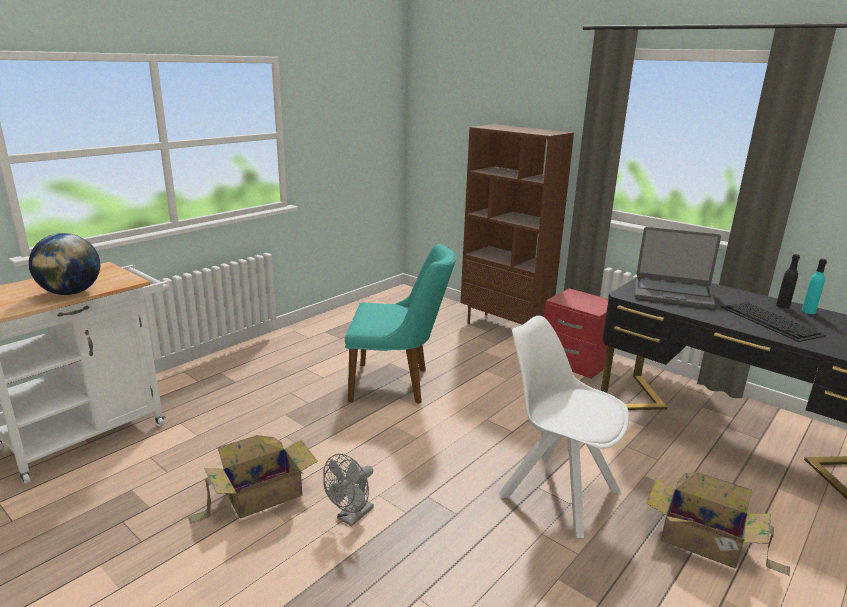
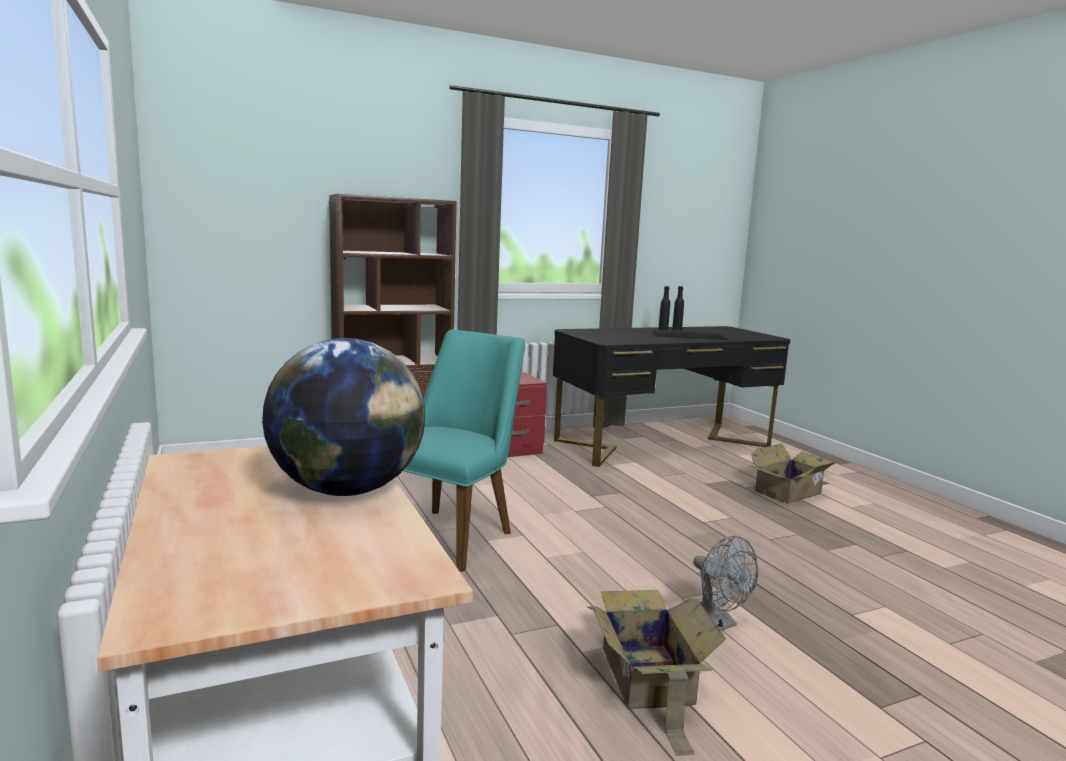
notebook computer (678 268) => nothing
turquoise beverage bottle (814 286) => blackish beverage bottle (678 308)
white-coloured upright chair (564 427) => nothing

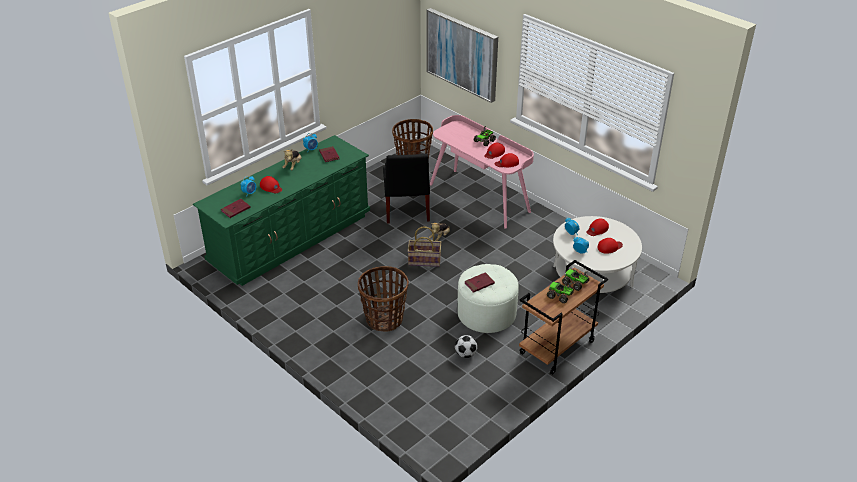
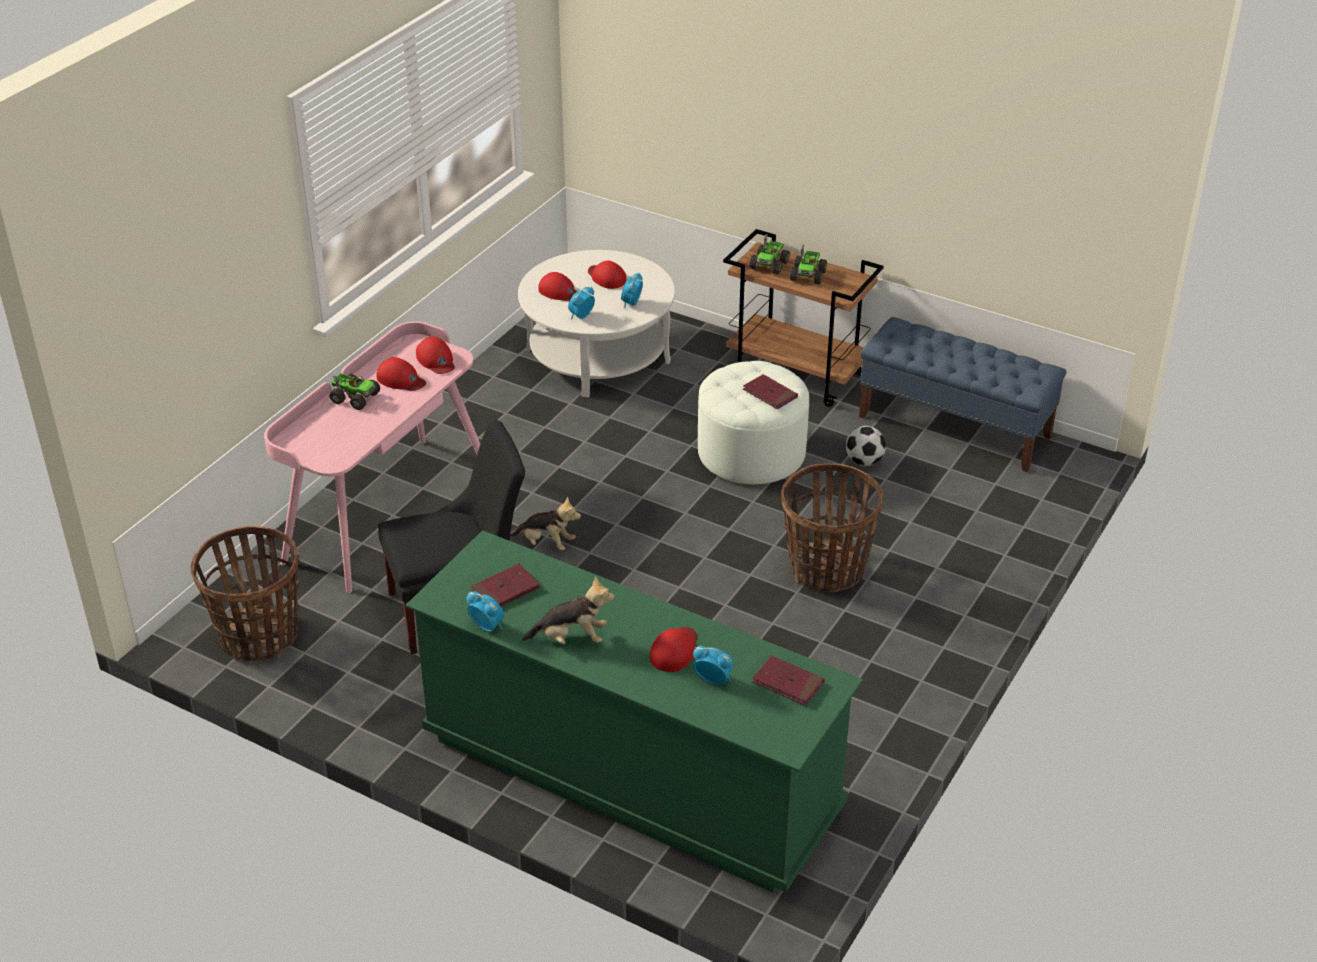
picture (462 55) => nothing
basket (424 246) => nothing
nothing => blue-coloured bench (962 394)

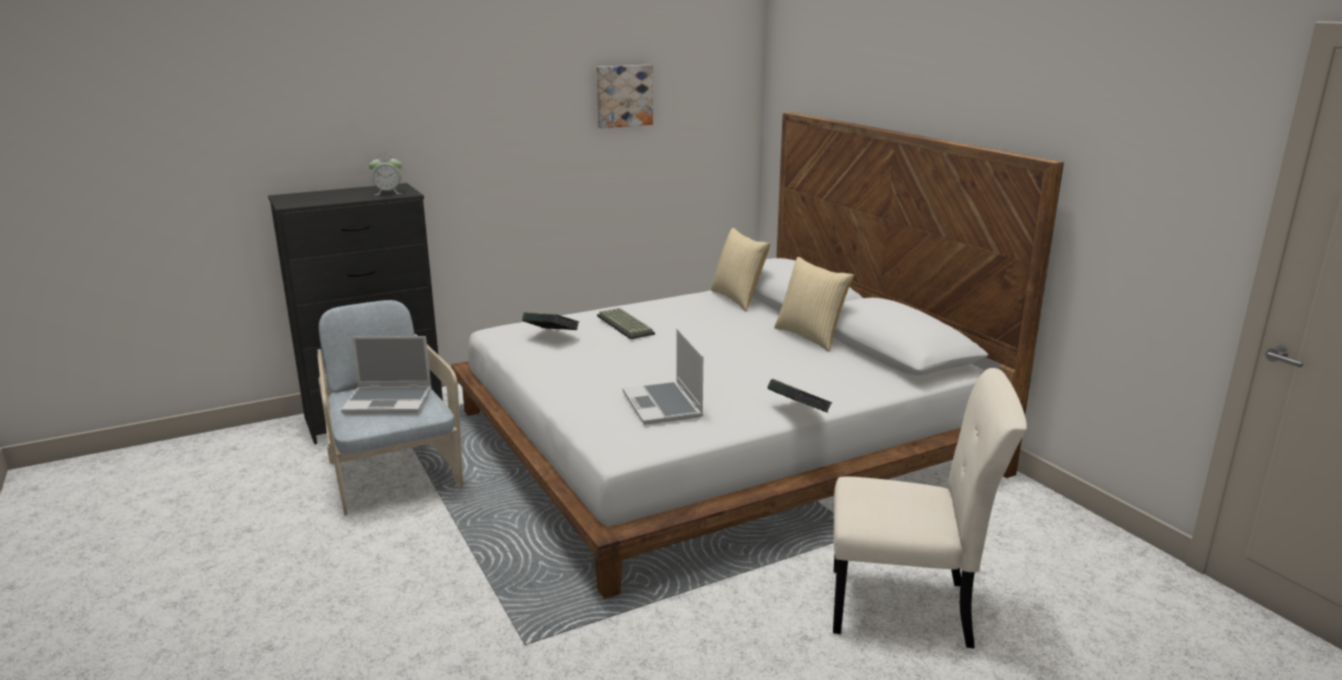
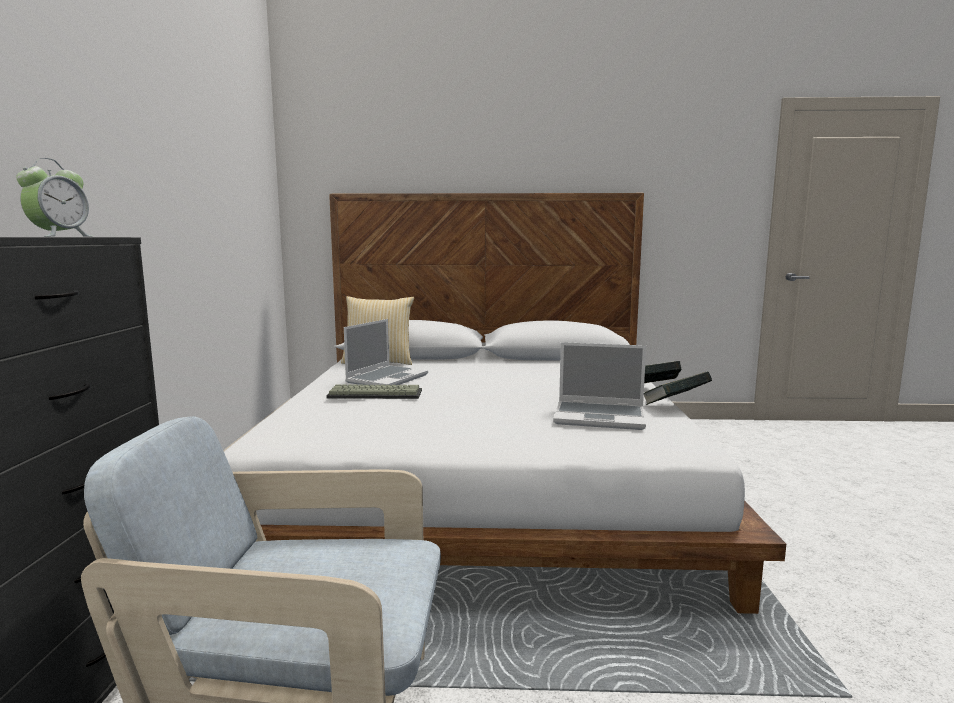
picture (625 96) => nothing
pillow (814 304) => nothing
bound book (550 321) => bound book (678 388), relocated
notebook computer (386 375) => notebook computer (386 352), relocated
sand-coloured upright chair (930 508) => nothing

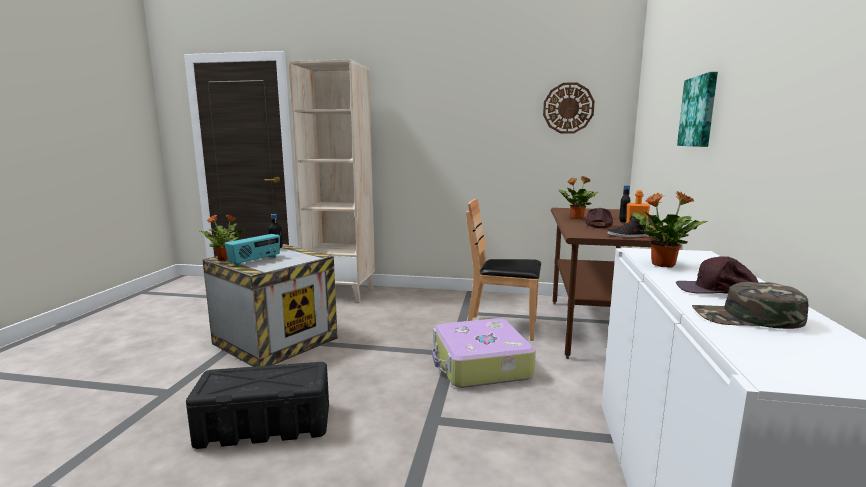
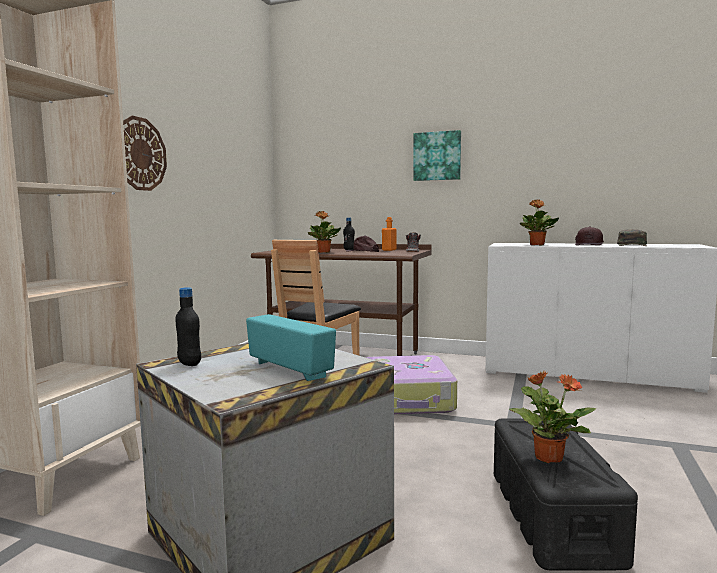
hanging clock (569 108) => hanging clock (145 153), relocated
plant in a pot (222 237) => plant in a pot (552 417), relocated

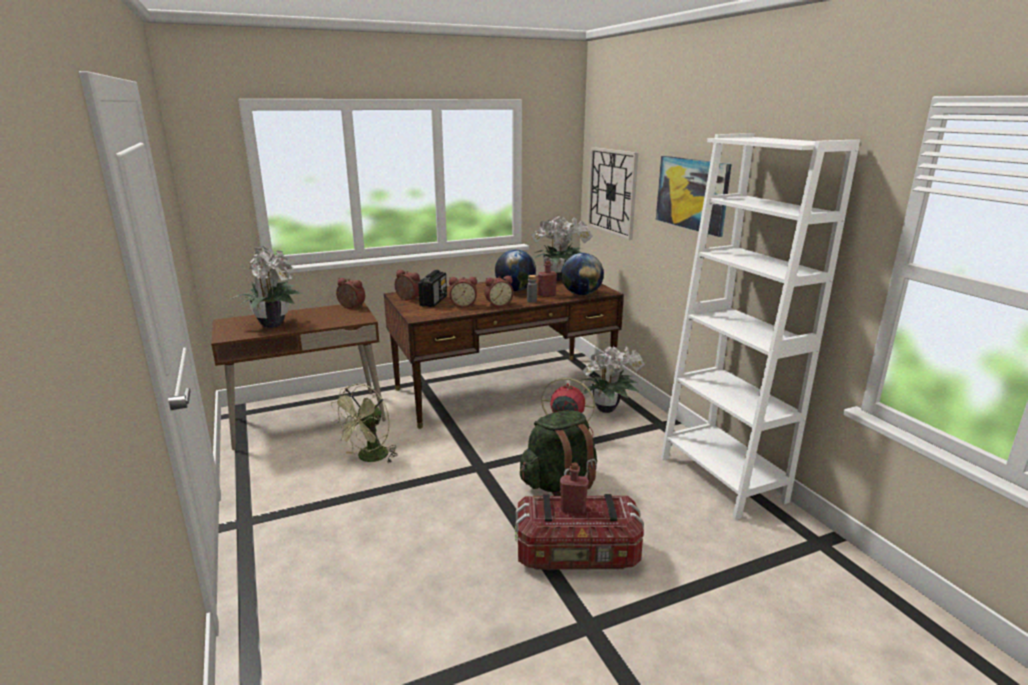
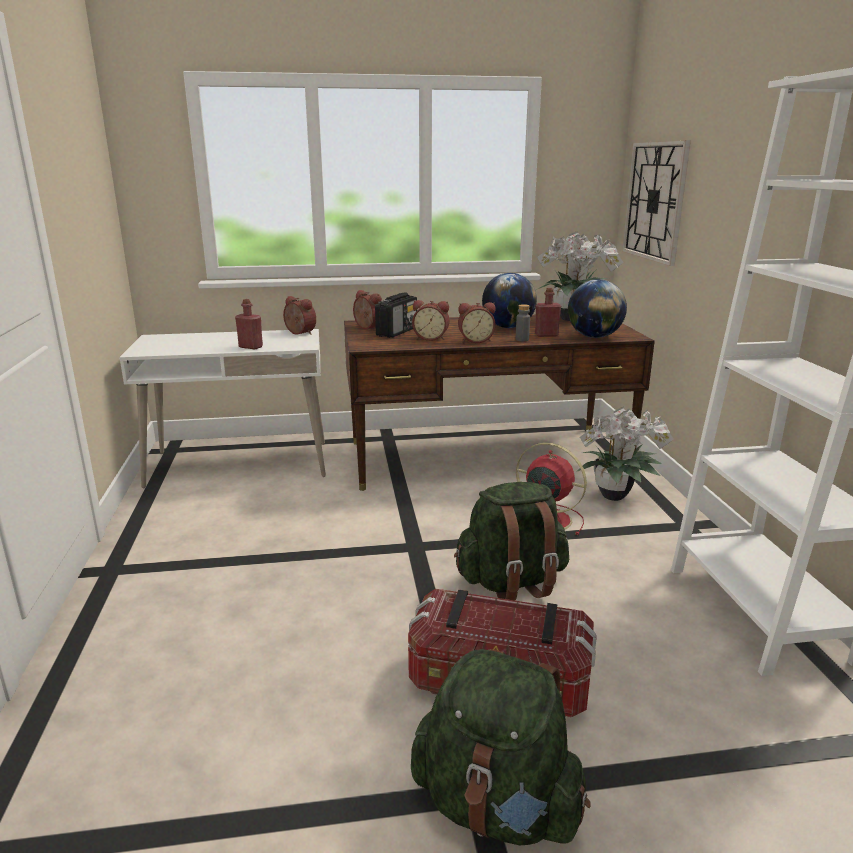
picture (693 196) => nothing
plant in a pot (265 286) => nothing
brown-coloured desk table (298 376) => white-coloured desk table (222 408)
green-coloured cooling fan (364 423) => nothing
reddish beverage bottle (574 488) => reddish beverage bottle (249 324), relocated
nothing => green-coloured backpack (501 747)

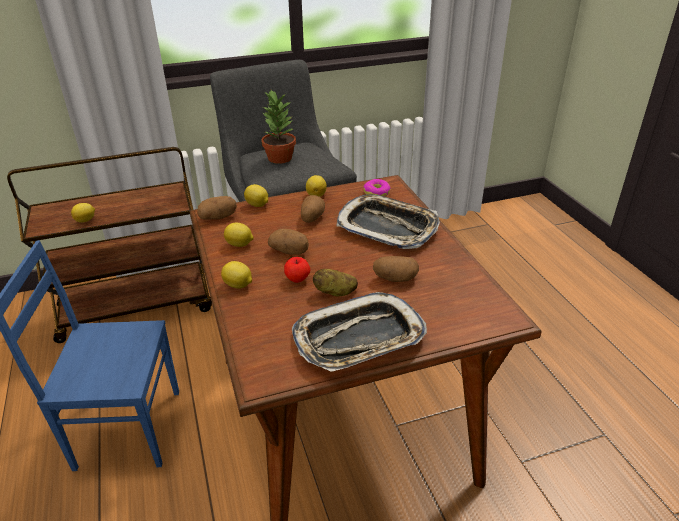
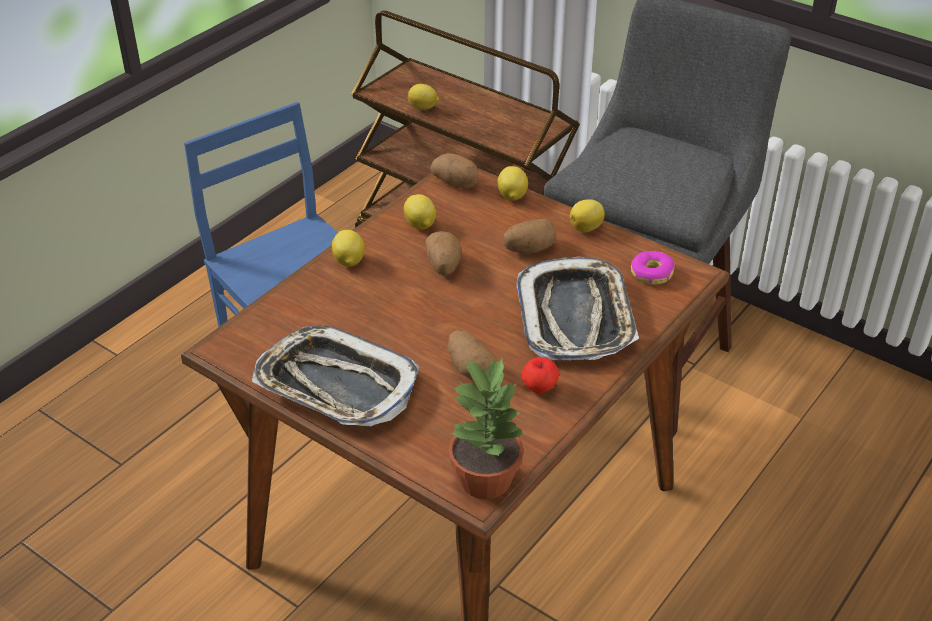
plant in a pot (278 127) => plant in a pot (487 428), relocated
apple (297 270) => apple (540 375), relocated
potato (335 282) => nothing

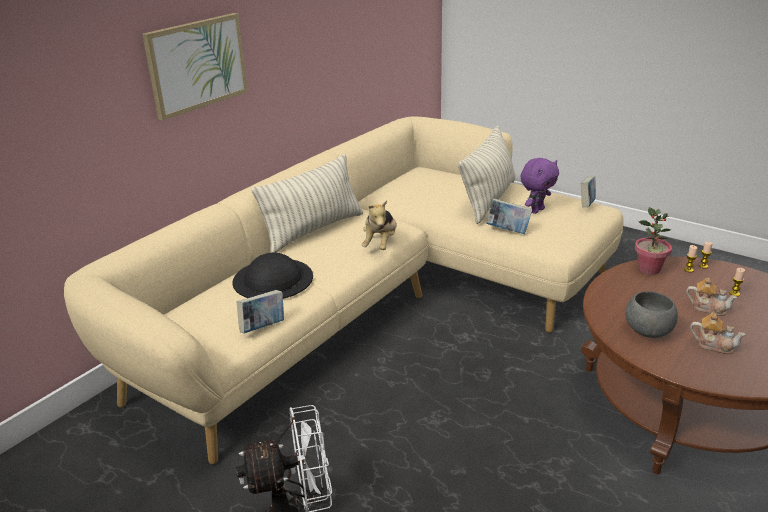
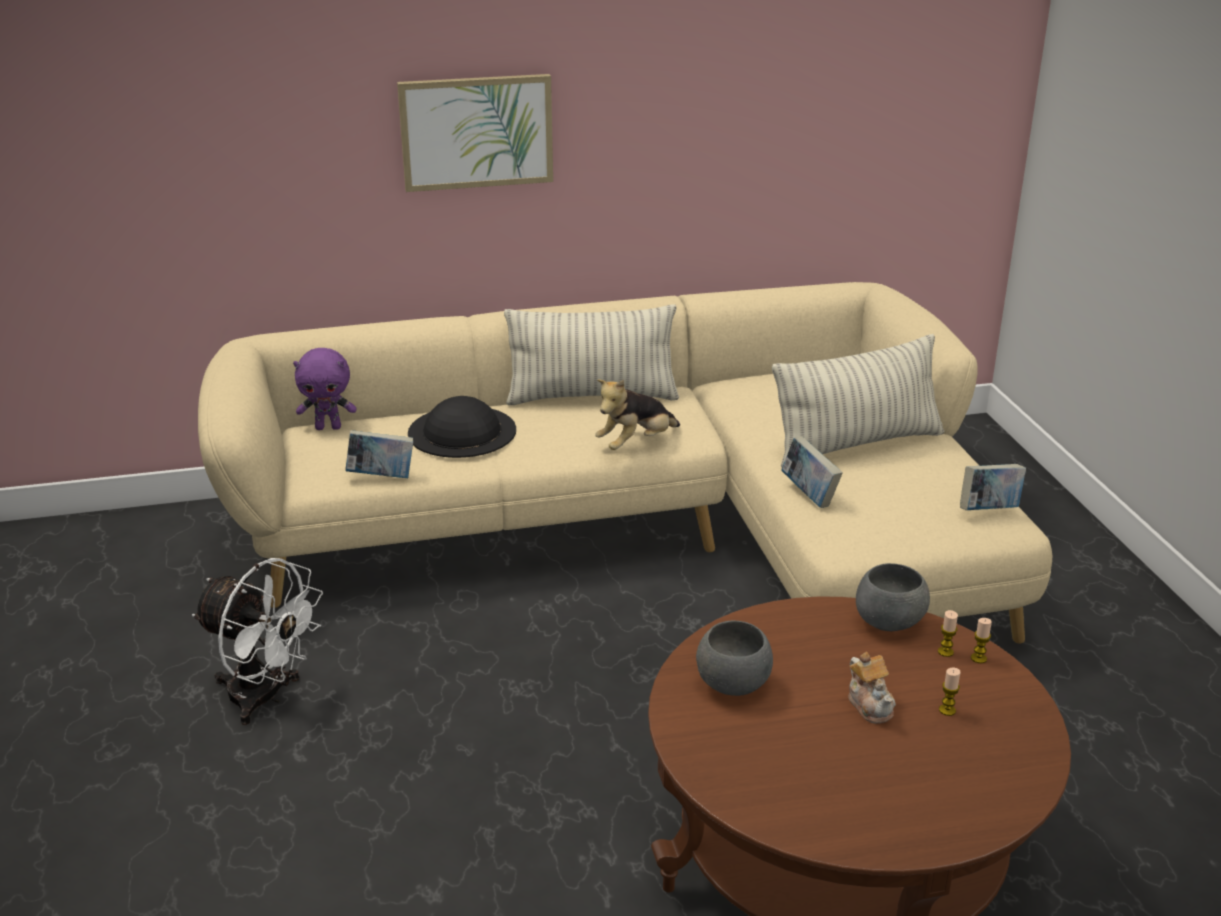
purple plush toy (539 186) => purple plush toy (324 389), relocated
plant in a pot (653 241) => greyish bowl (893 597)
teapot (718 333) => nothing

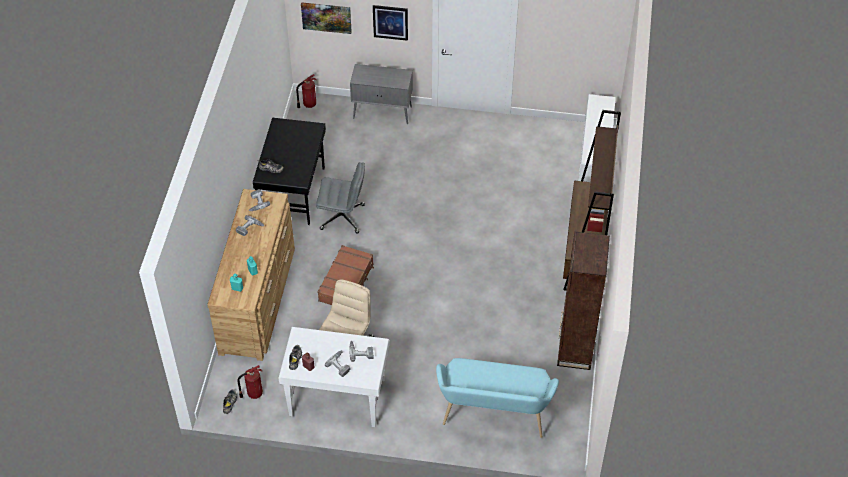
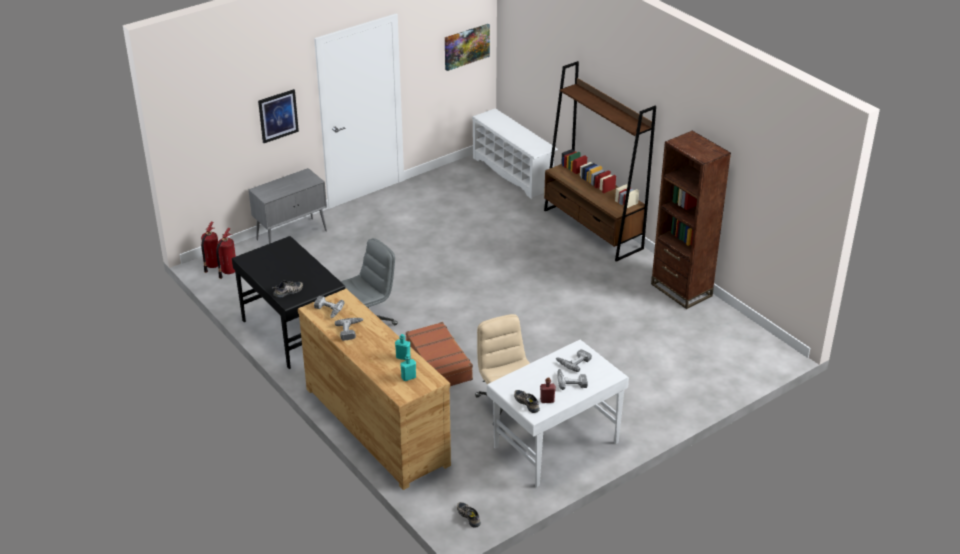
picture (326 18) => picture (467 47), relocated
turquoise bench (497 398) => nothing
fire-fighting cylinder (250 382) => fire-fighting cylinder (226 253), relocated

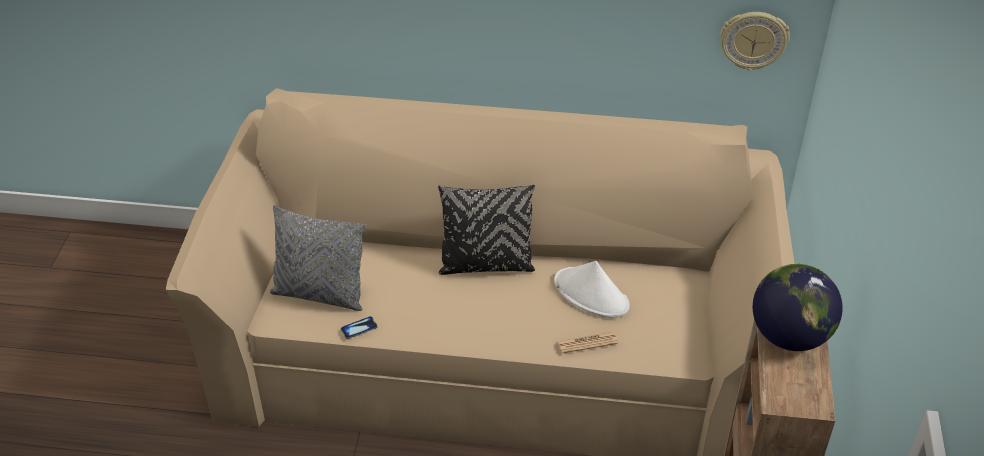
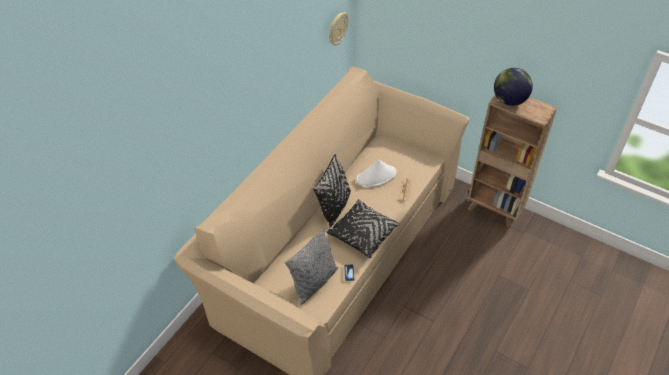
nothing => blackish pillow (363 228)

